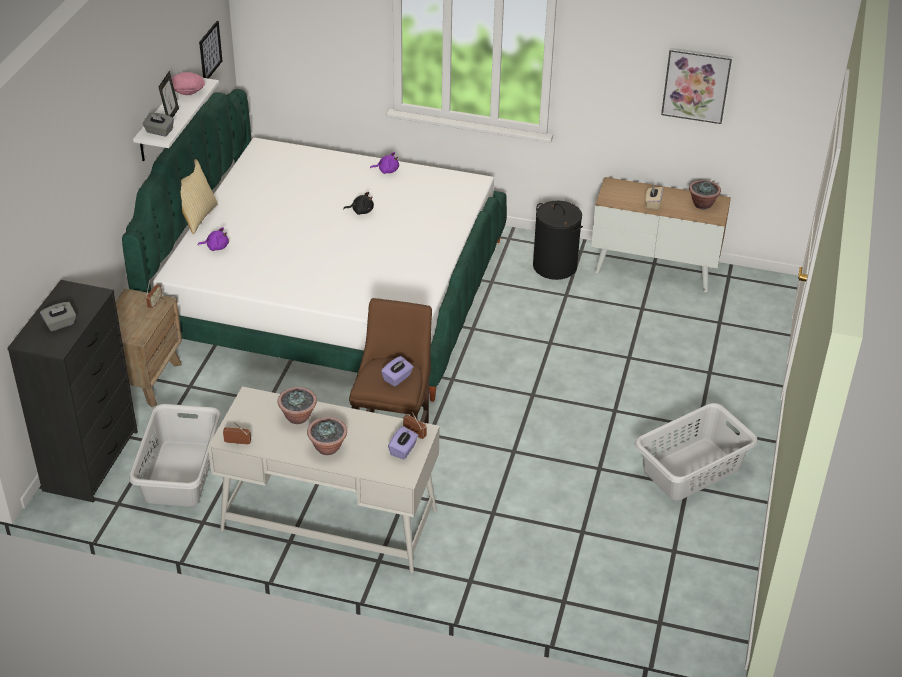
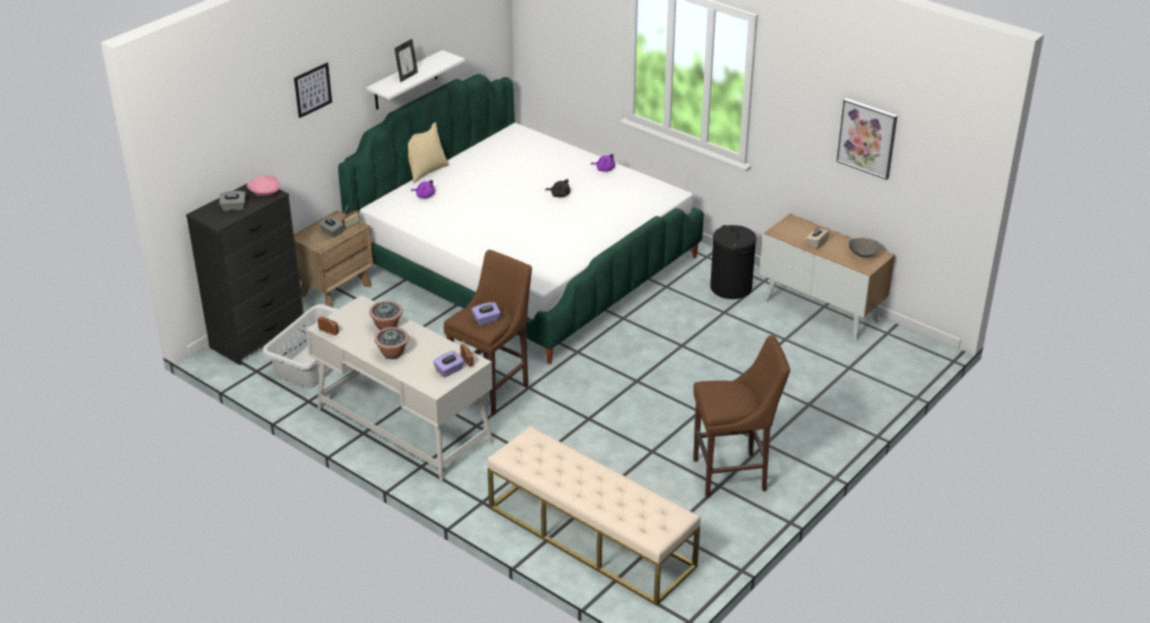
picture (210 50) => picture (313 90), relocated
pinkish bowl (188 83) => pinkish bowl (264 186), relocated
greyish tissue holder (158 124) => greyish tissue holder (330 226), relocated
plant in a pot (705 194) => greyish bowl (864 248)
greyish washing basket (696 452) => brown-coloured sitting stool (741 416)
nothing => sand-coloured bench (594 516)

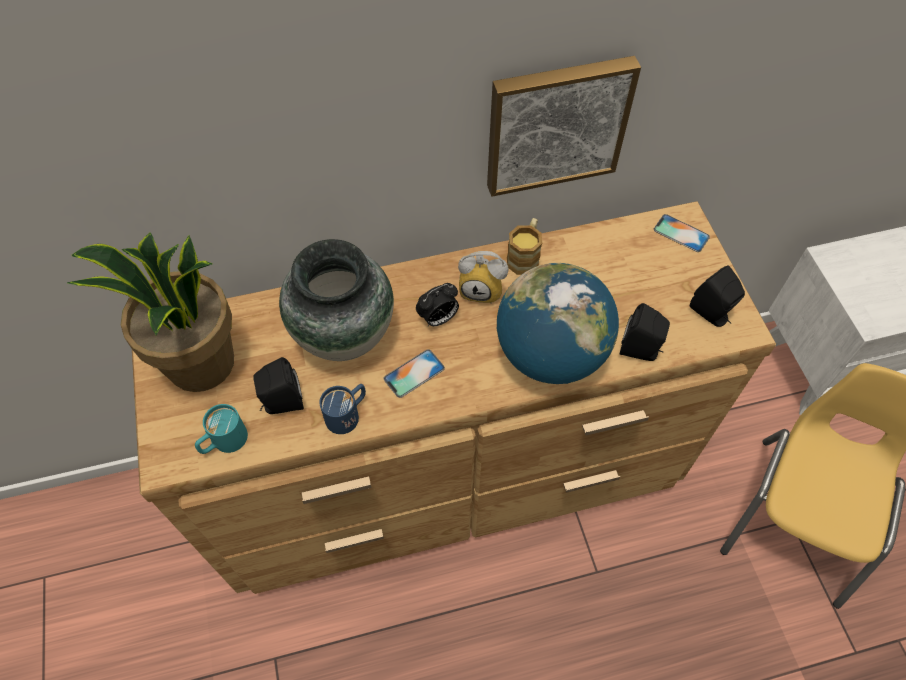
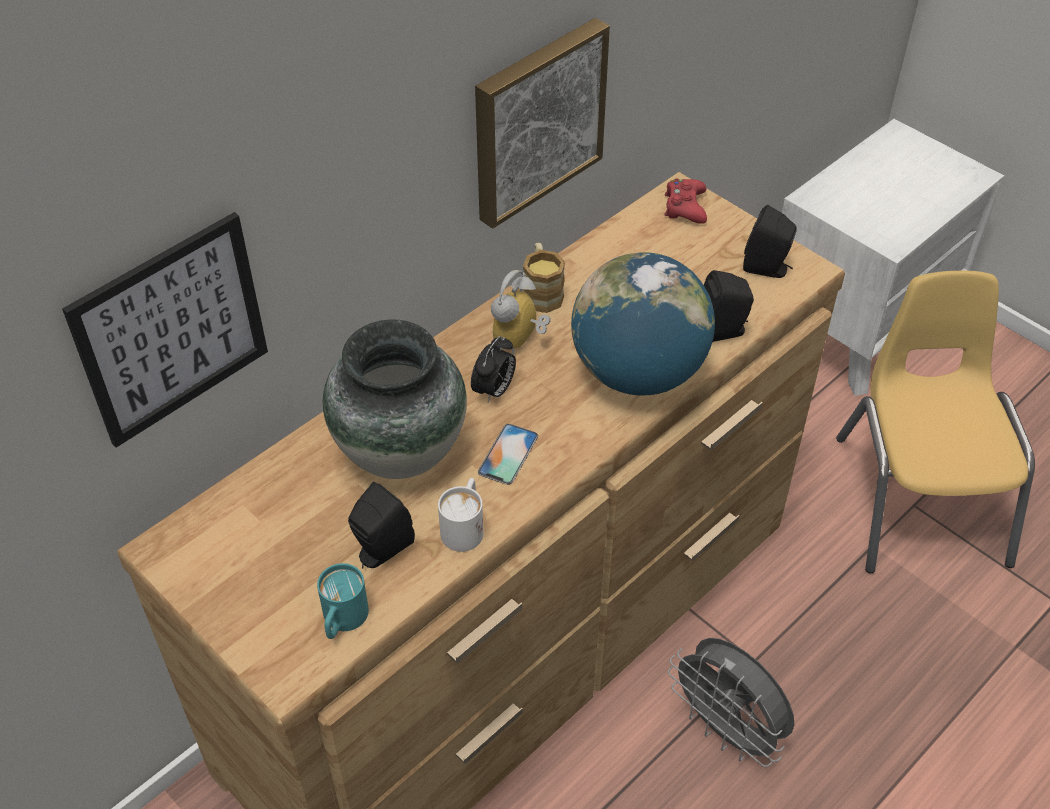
handset (682 233) => reddish gamepad (685 201)
plant in a pot (150 312) => nothing
bedside clock (483 277) => bedside clock (520 312), 135 degrees clockwise
blue-coloured coffee mug (342 409) => white-coloured coffee mug (460 515)
nothing => picture (165 330)
nothing => greyish cooling fan (731 702)

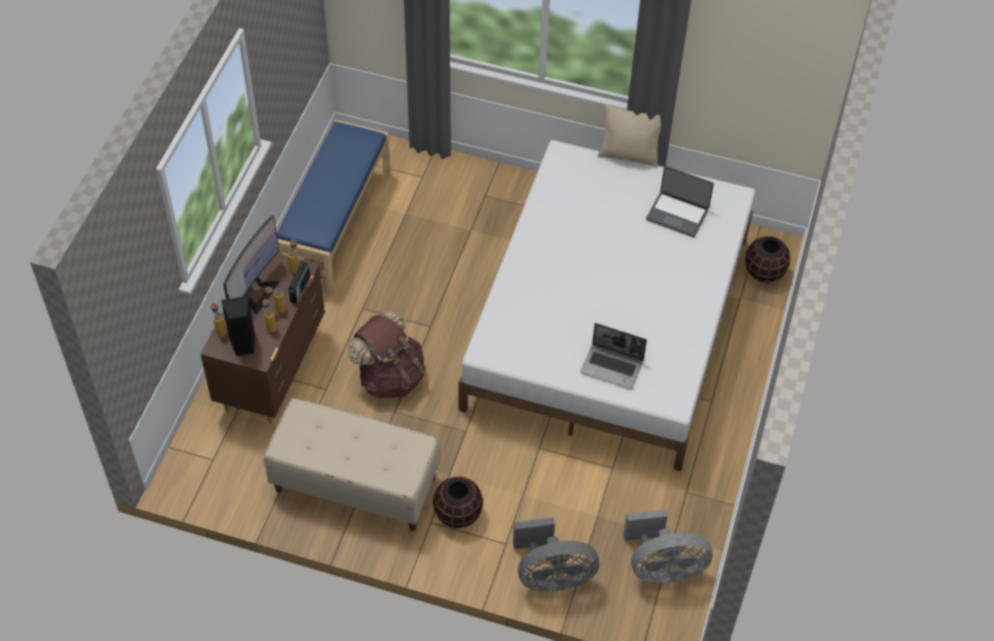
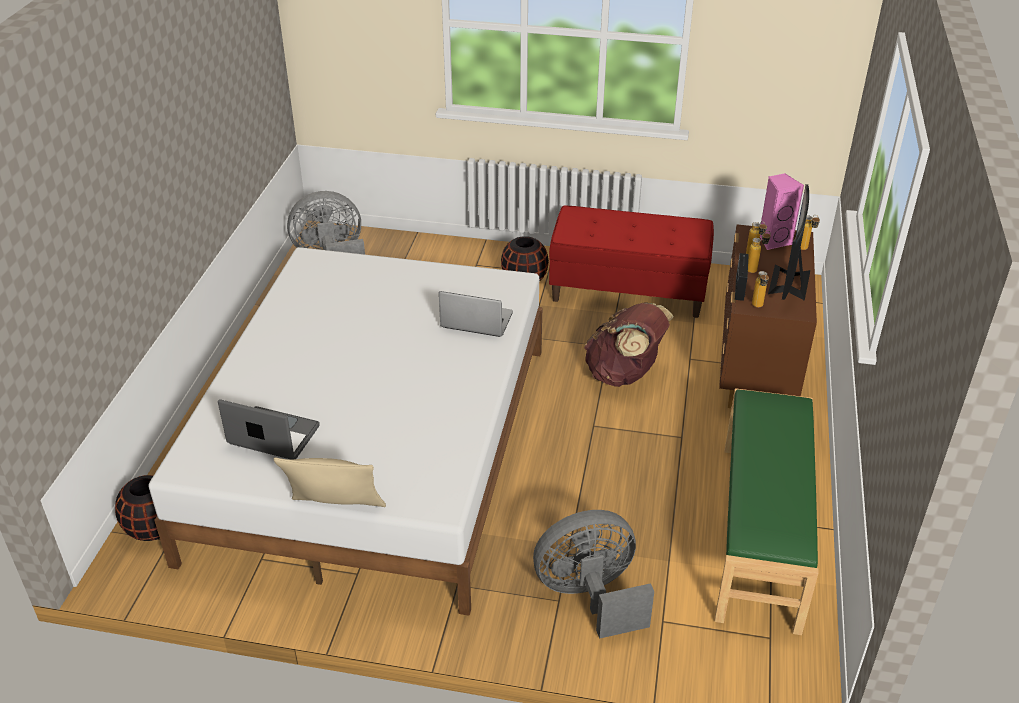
blue-coloured bench (333 207) => green-coloured bench (766 511)
blackish speaker (238 325) => pinkish speaker (782 211)
notebook computer (613 356) => notebook computer (476 314), relocated
sand-coloured bench (352 464) => reddish bench (631 261)
greyish cooling fan (556 554) => greyish cooling fan (593 574), relocated

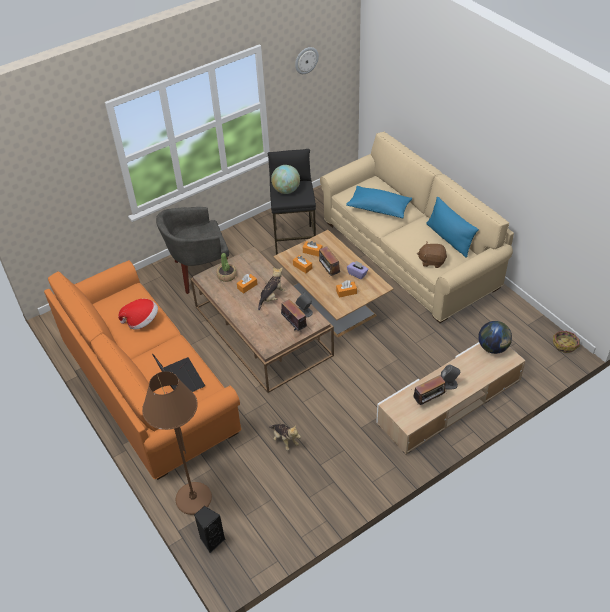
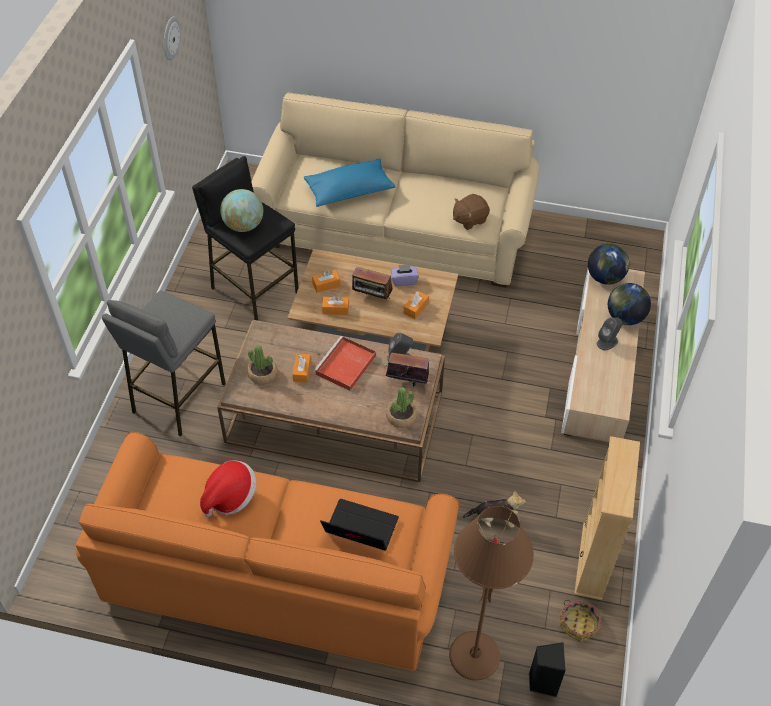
blue-coloured pillow (452 226) => nothing
greyish armchair (192 250) => greyish sitting stool (164 363)
plush toy (272 288) => reddish serving tray (345 363)
basket (566 342) => basket (580 621), relocated
radio (430 390) => nothing
nothing => globe (629 304)
nothing => plant in a pot (401 407)
nothing => sand-coloured shelving unit (607 518)

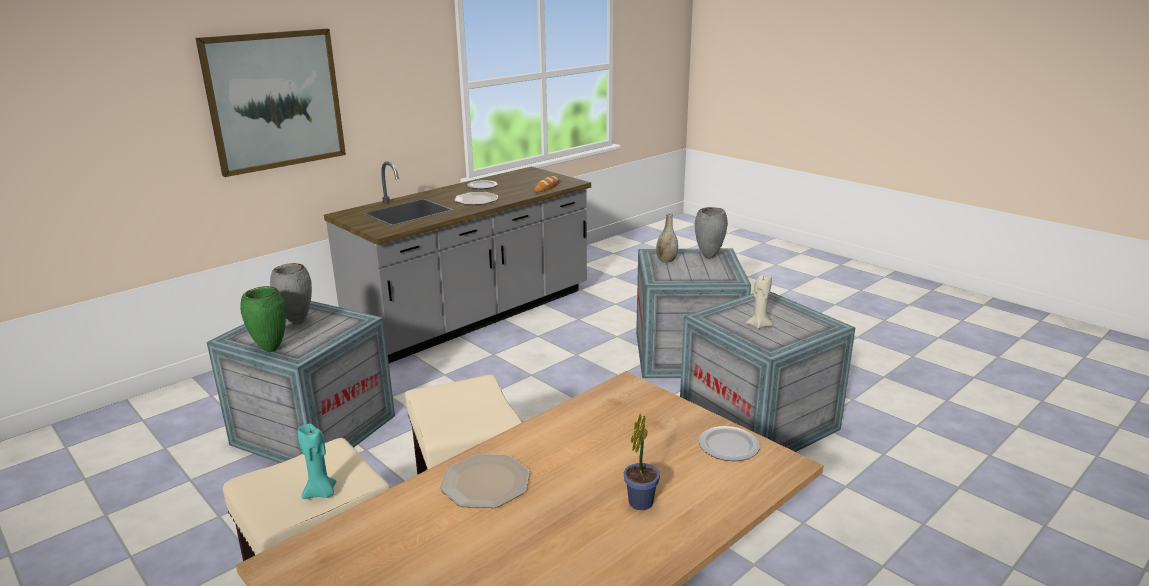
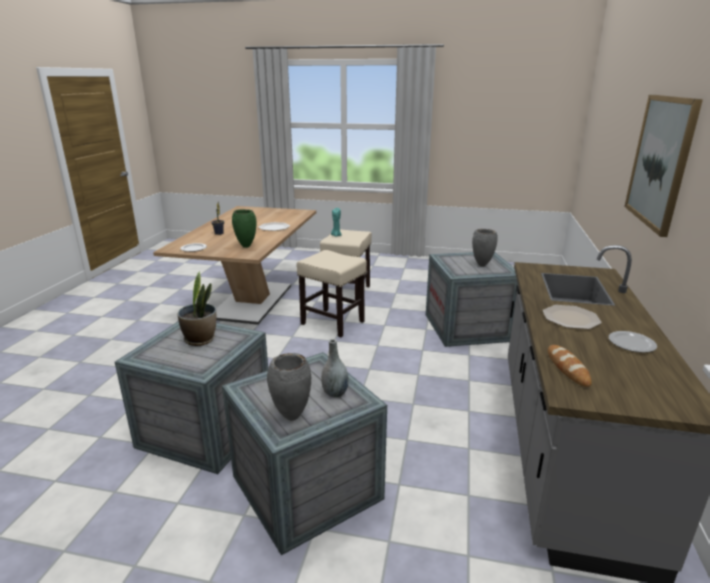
sand-coloured candle (759 302) => plant in a pot (197 308)
green-coloured vase (263 319) => green-coloured vase (244 228), relocated

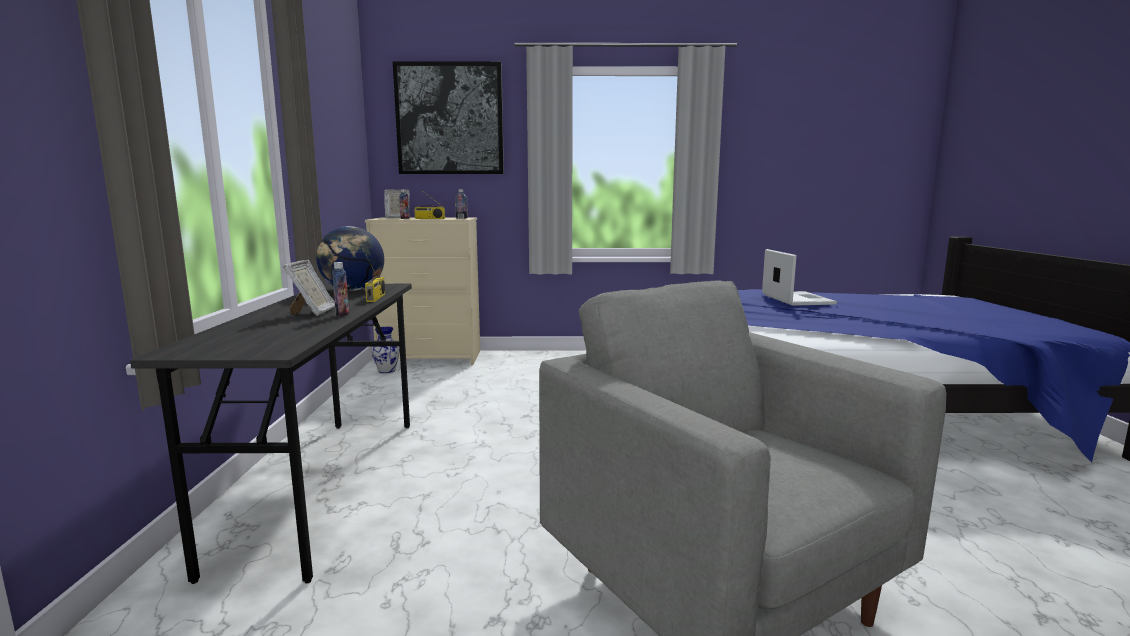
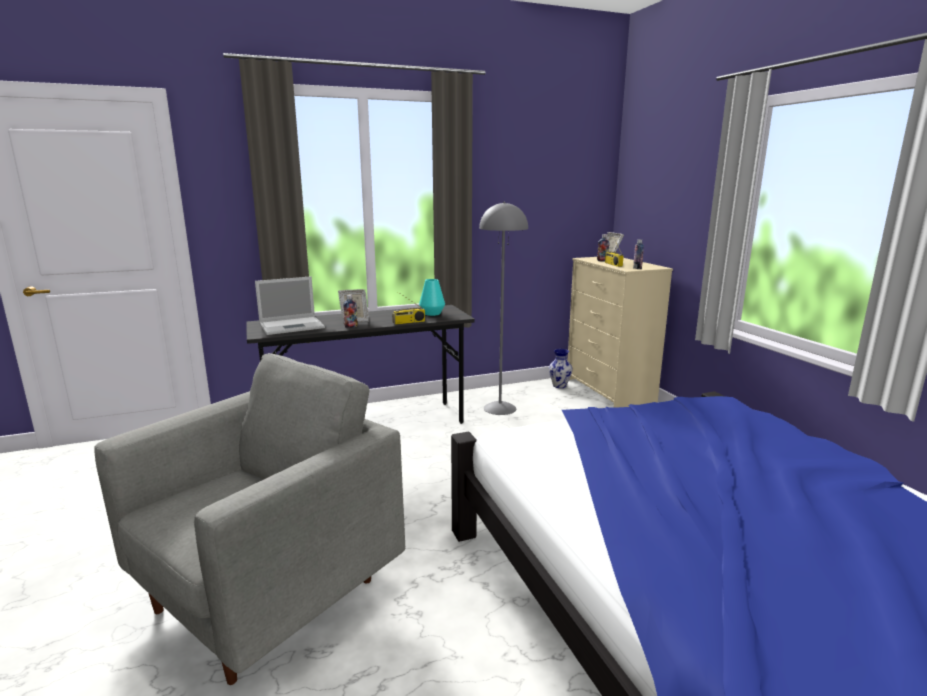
picture (448 117) => nothing
globe (350 258) => turquoise vase (432 297)
notebook computer (799 277) => notebook computer (290 305), relocated
nothing => greyish standing lamp (503 308)

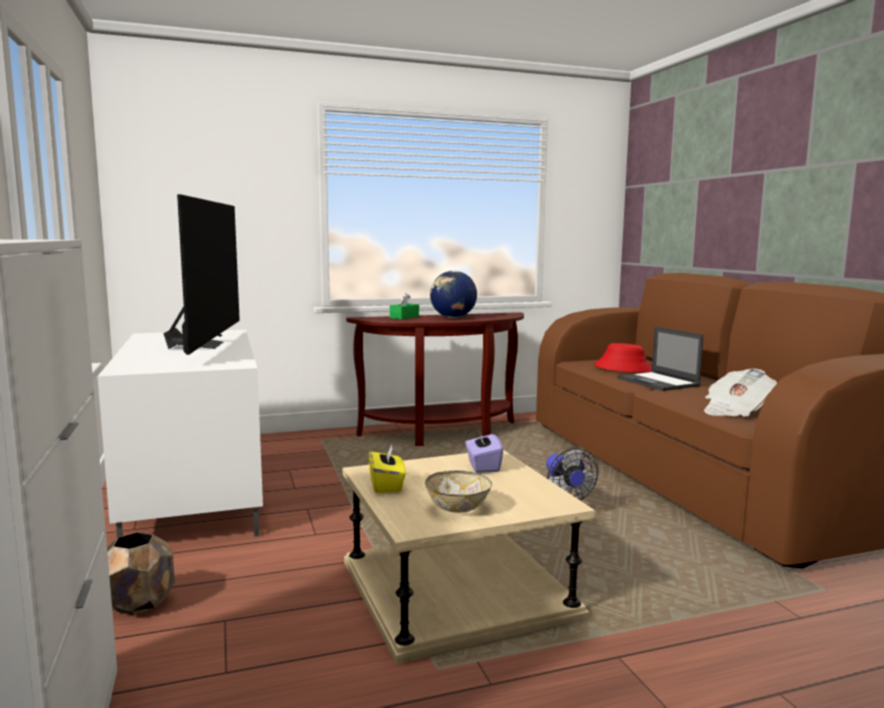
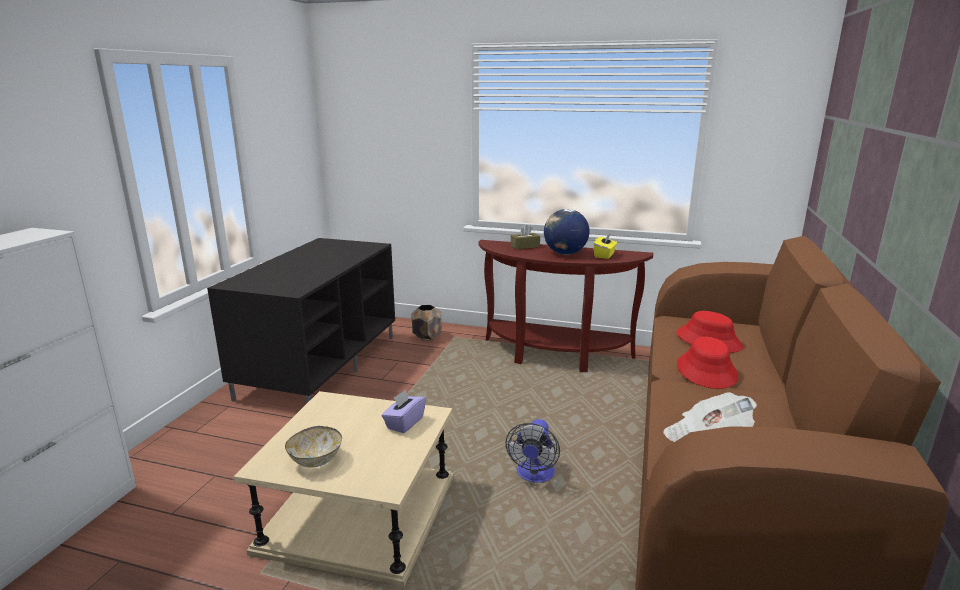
TV set (201 274) => nothing
green-coloured tissue holder (404 306) => brown-coloured tissue holder (525 237)
notebook computer (660 359) => reddish wearable hat (707 363)
white-coloured tv stand (180 434) => blackish tv stand (301 320)
yellow-coloured tissue holder (387 468) => yellow-coloured tissue holder (605 246), relocated
brown-coloured planter (141 573) => brown-coloured planter (426 322), relocated

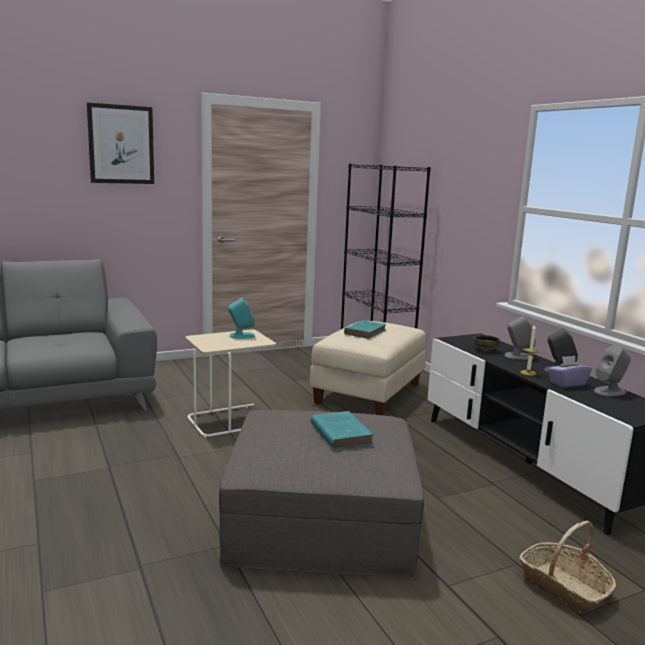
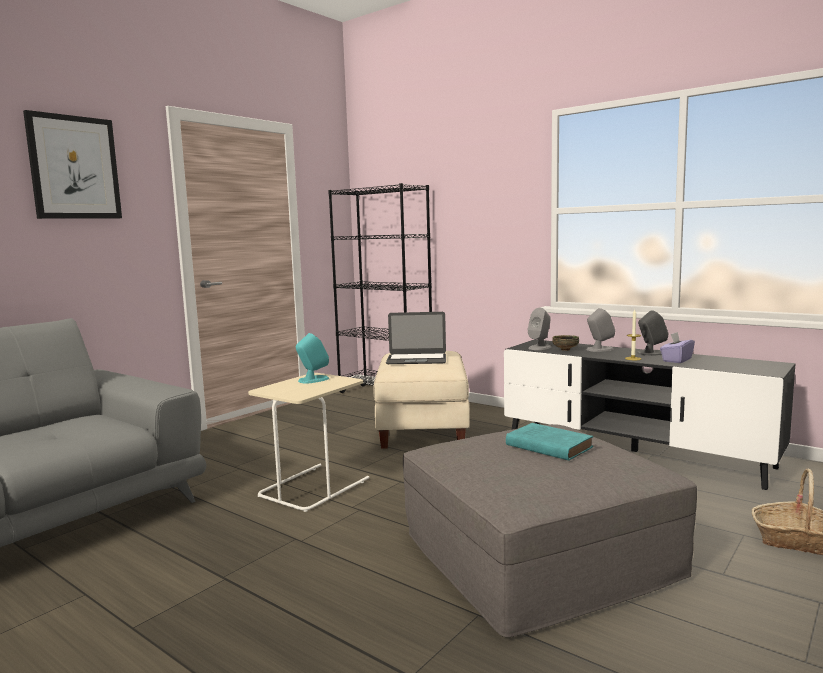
turquoise bound book (365 329) => notebook computer (416 338)
greyish speaker (612 370) => greyish speaker (539 329), relocated

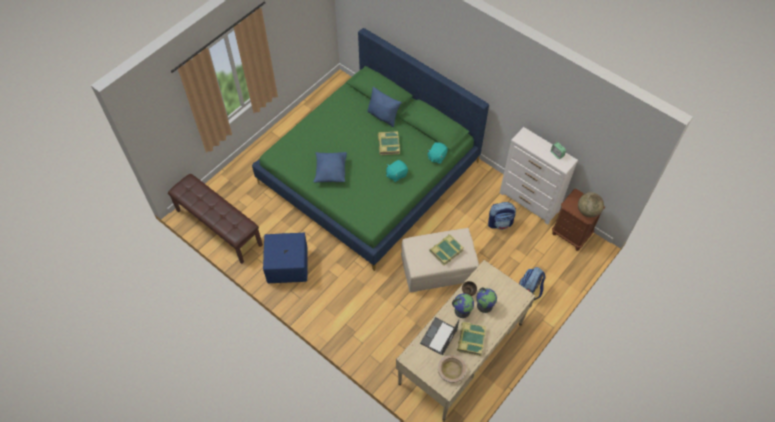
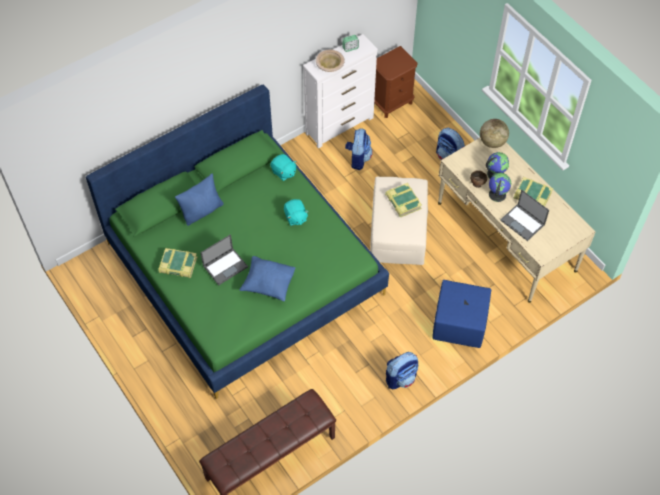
bound book (389 143) => bound book (177 263), relocated
globe (591 204) => globe (494 133), relocated
blue-coloured pouffe (285 257) => blue-coloured pouffe (461 314), relocated
sand-coloured bowl (452 369) => sand-coloured bowl (330 60), relocated
nothing => notebook computer (224 260)
nothing => backpack (402 370)

